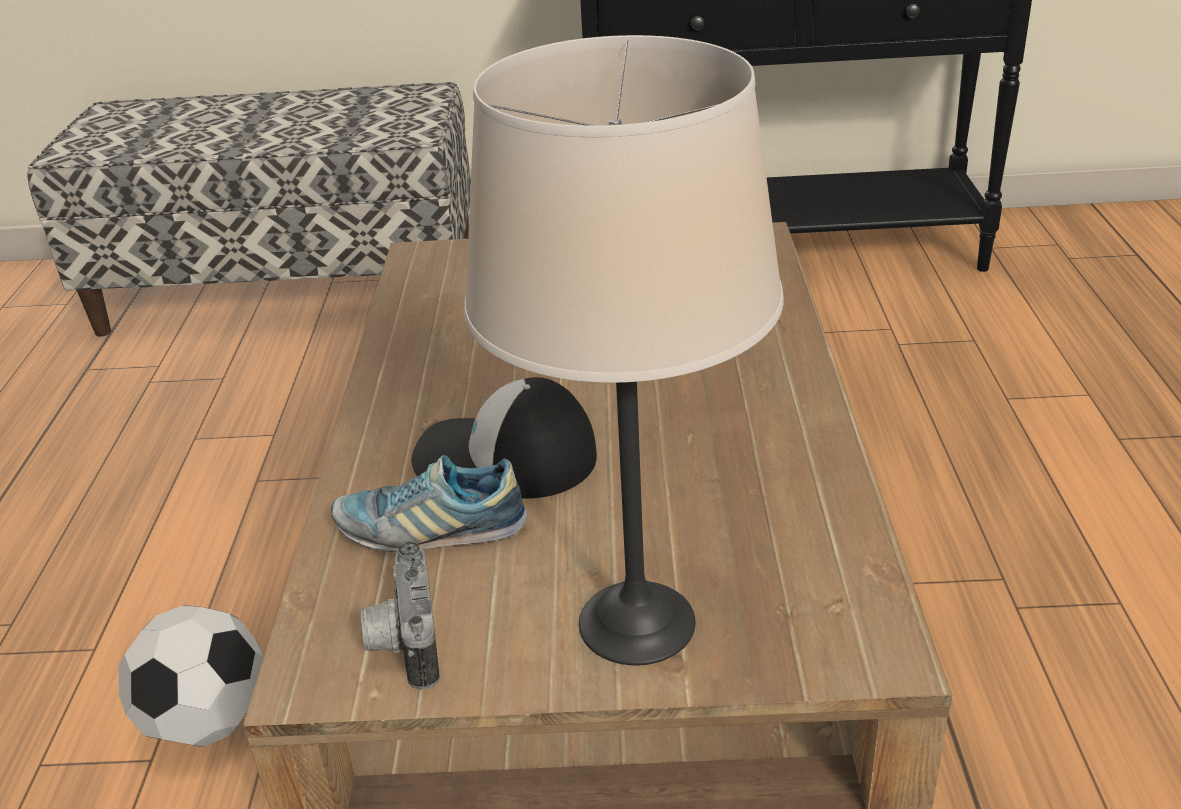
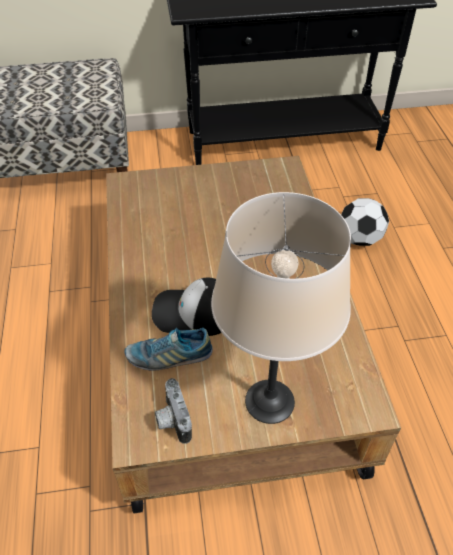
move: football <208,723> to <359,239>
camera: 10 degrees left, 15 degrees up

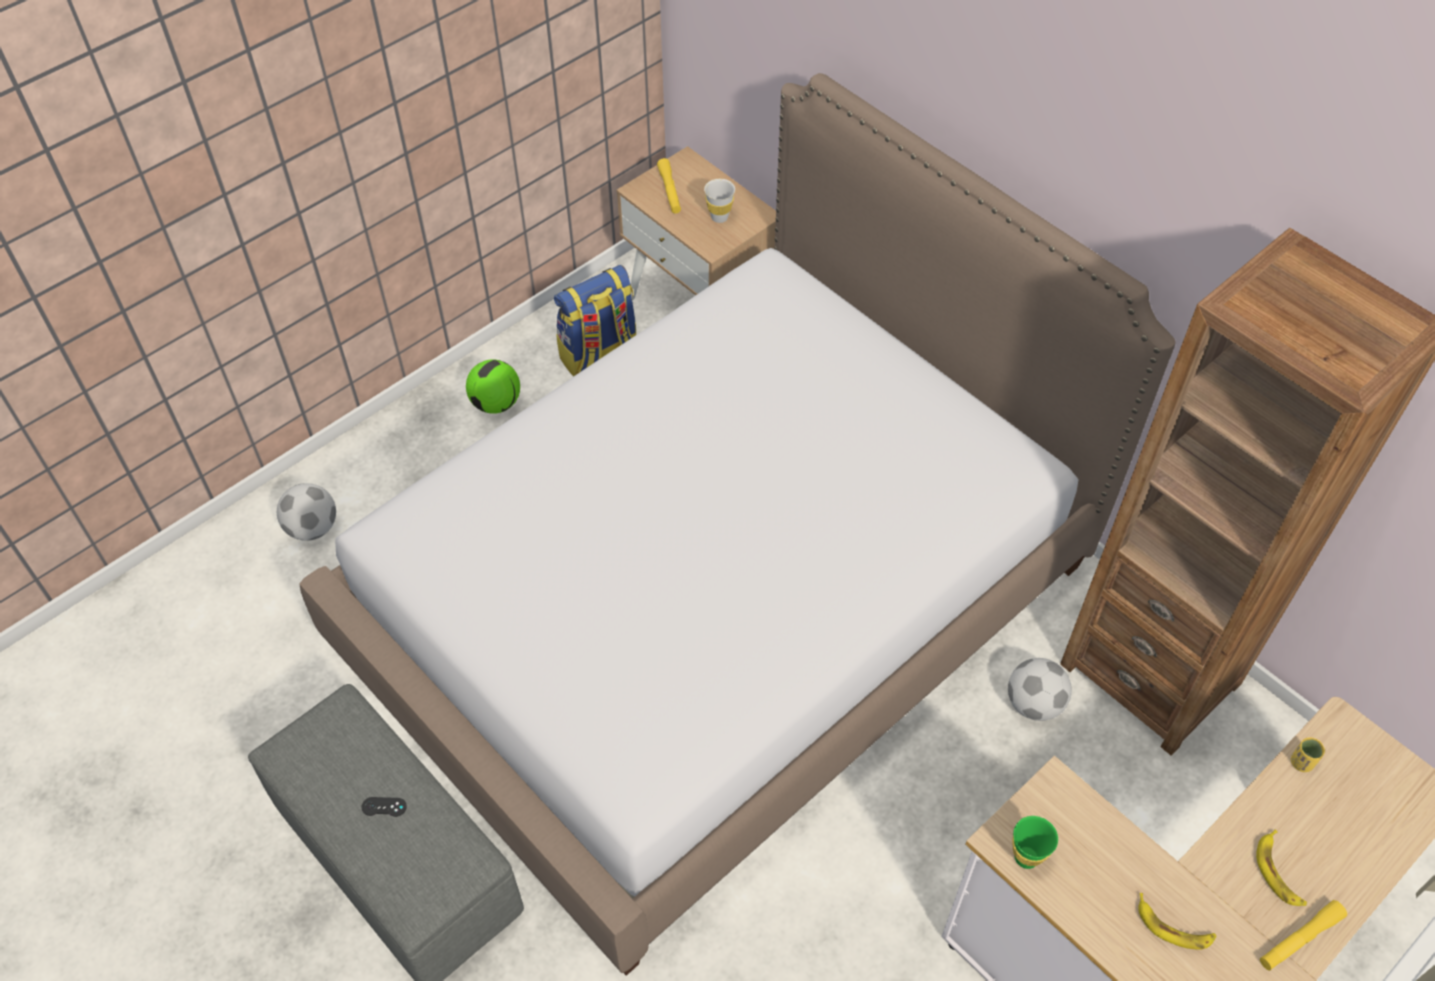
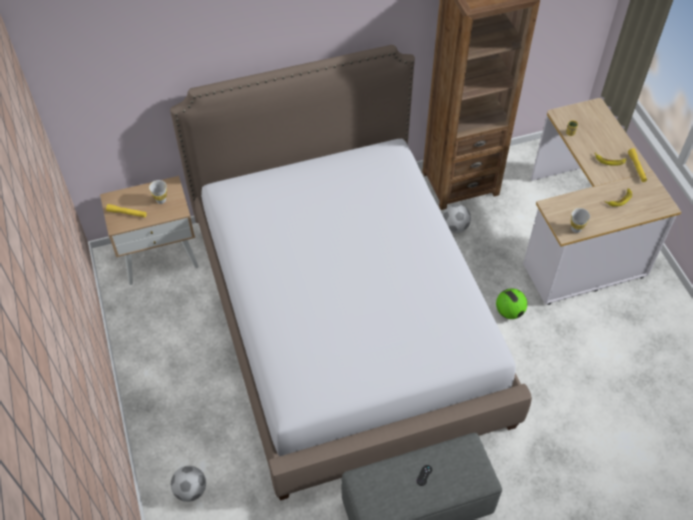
delete: backpack <599,358>
move: football <496,403> to <509,312>
recolor: cup (green) <1026,857> to cup (white) <576,229>
camera: 65 degrees left, 0 degrees up

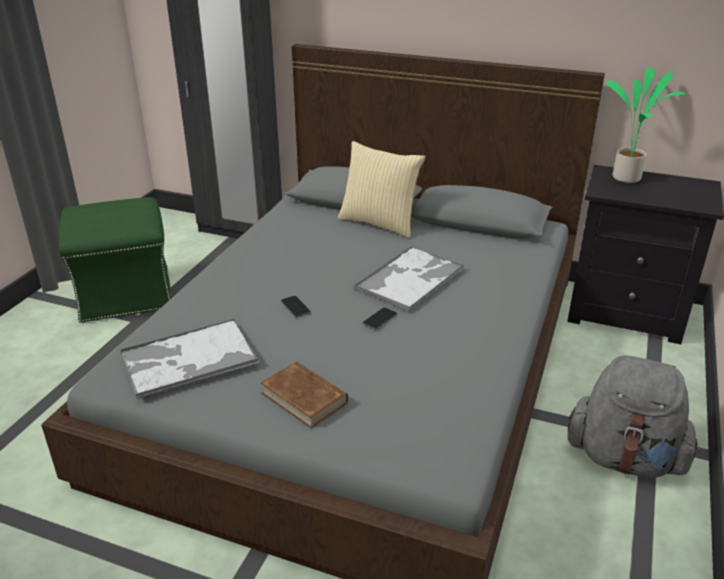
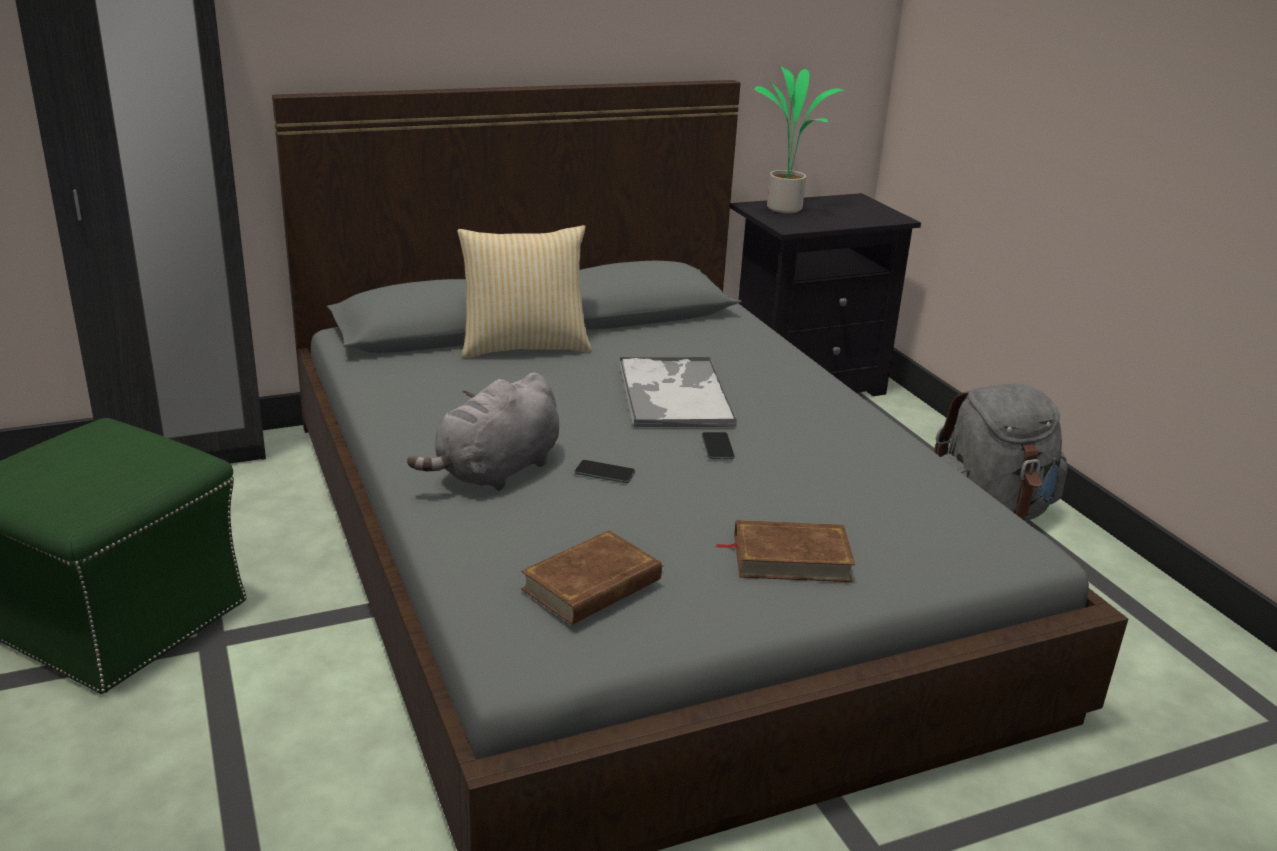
insert: plush toy (grey) <495,472>
replace: tray <188,359> to book (brown) <593,585>
camera: 45 degrees left, 5 degrees down

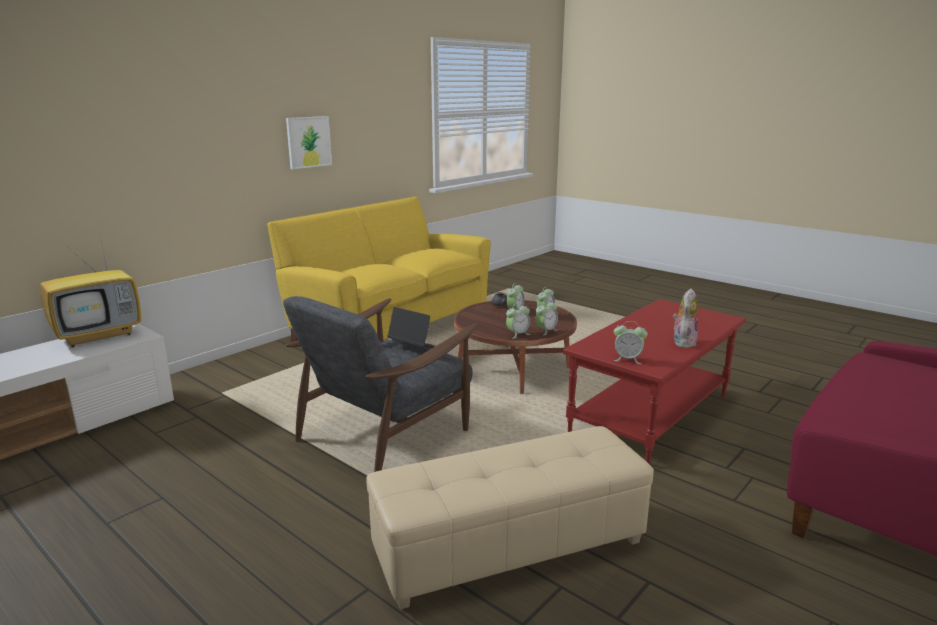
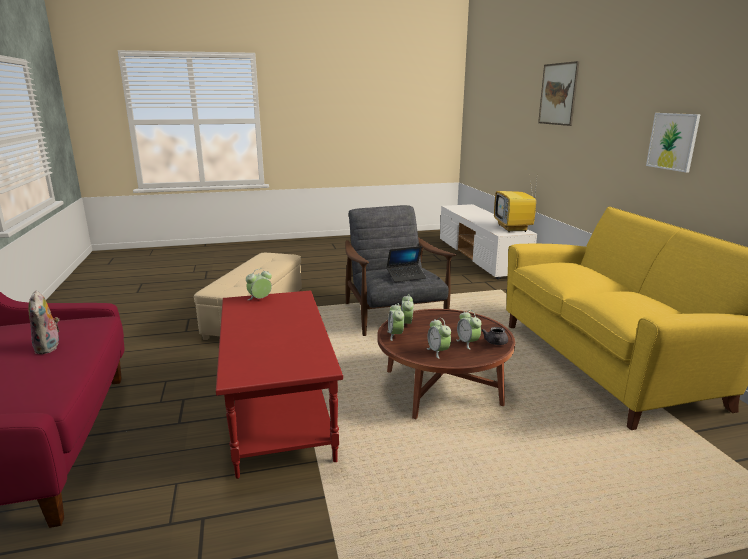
insert: picture <558,94>
move: plush toy <683,342> to <49,348>
camera: 125 degrees right, 0 degrees up

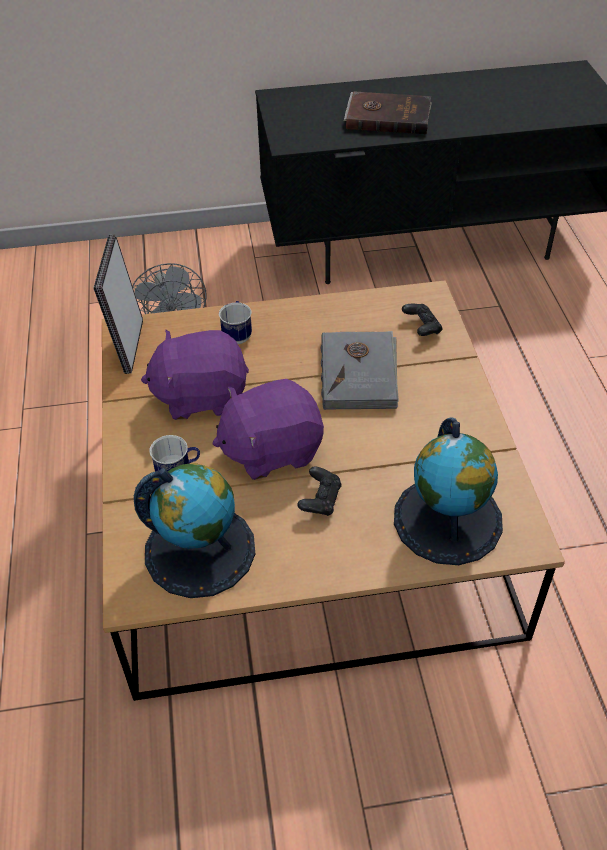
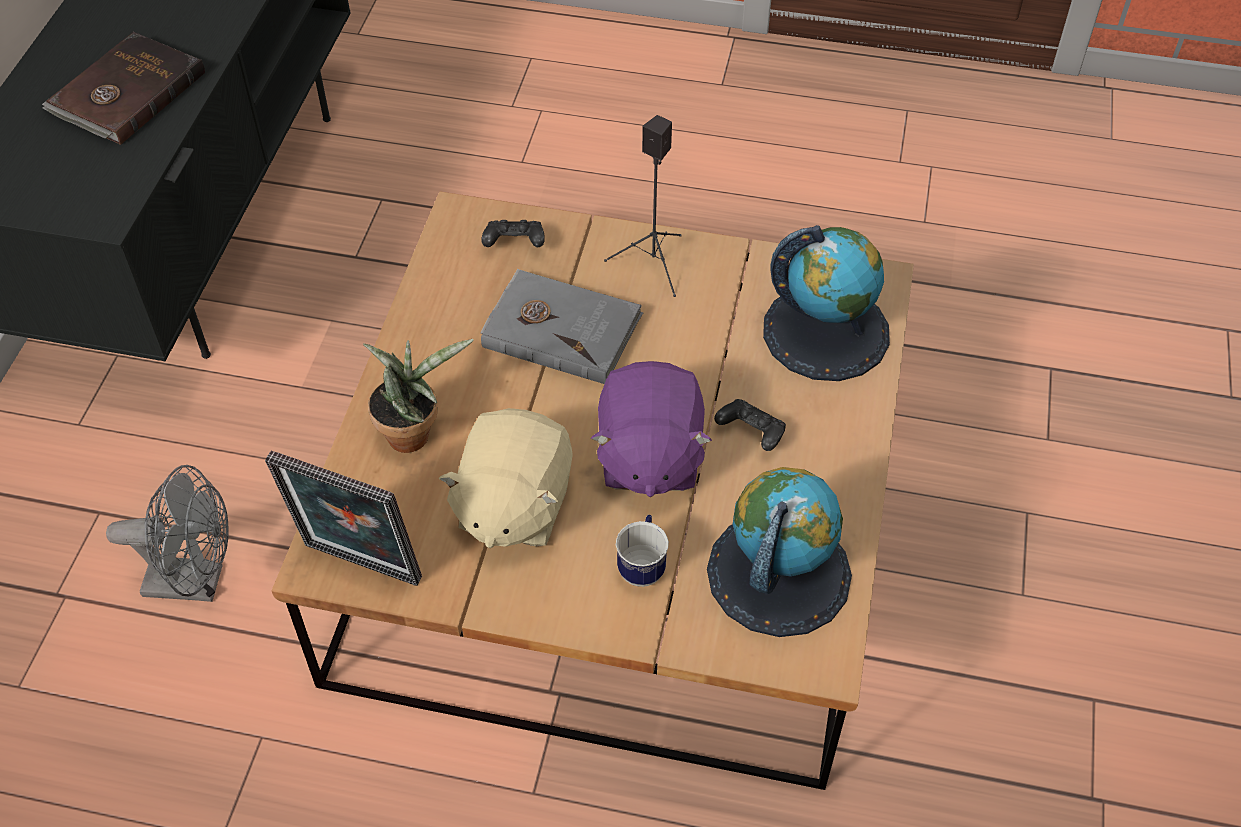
insert: speaker (black) <654,264>
replace: mug <237,335> to potted plant <413,432>
recolor: plush toy (purple) <201,396> to plush toy (beige) <512,505>
camera: 70 degrees left, 5 degrees up

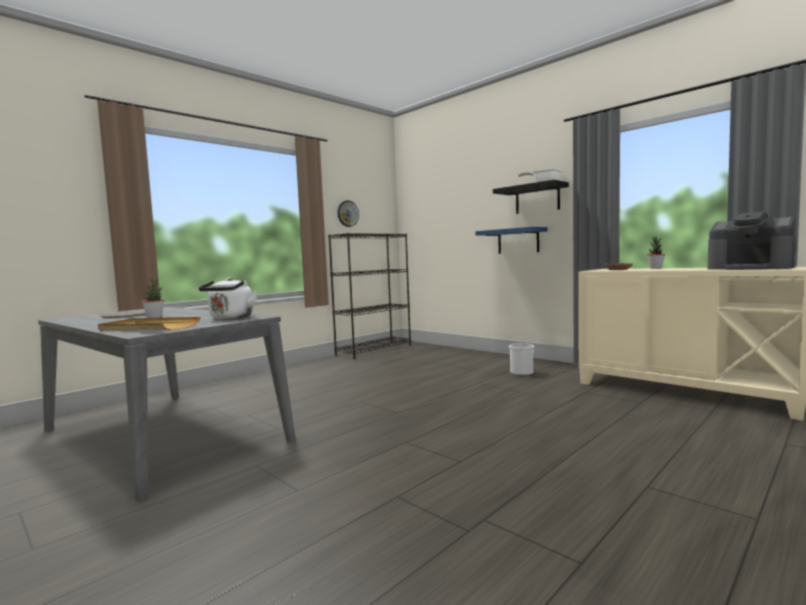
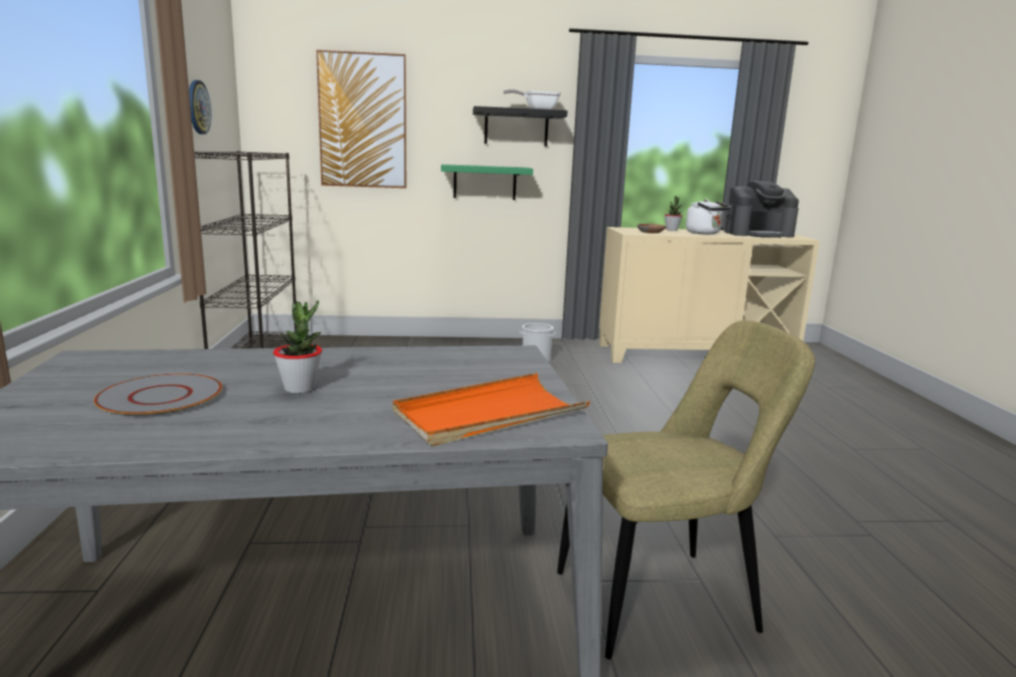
insert: picture <363,121>; chair (beige) <664,600>
move: kettle (white) <230,318> to <705,233>
recolor: tray (beige) <149,328> to tray (orange) <489,415>; shelf (blue) <518,241> to shelf (green) <485,182>
camera: 50 degrees left, 10 degrees up

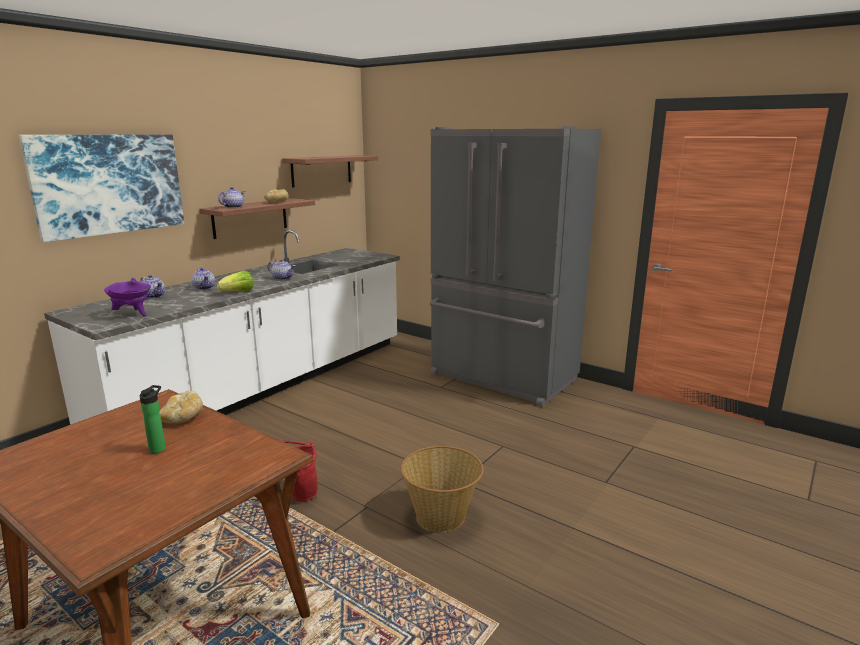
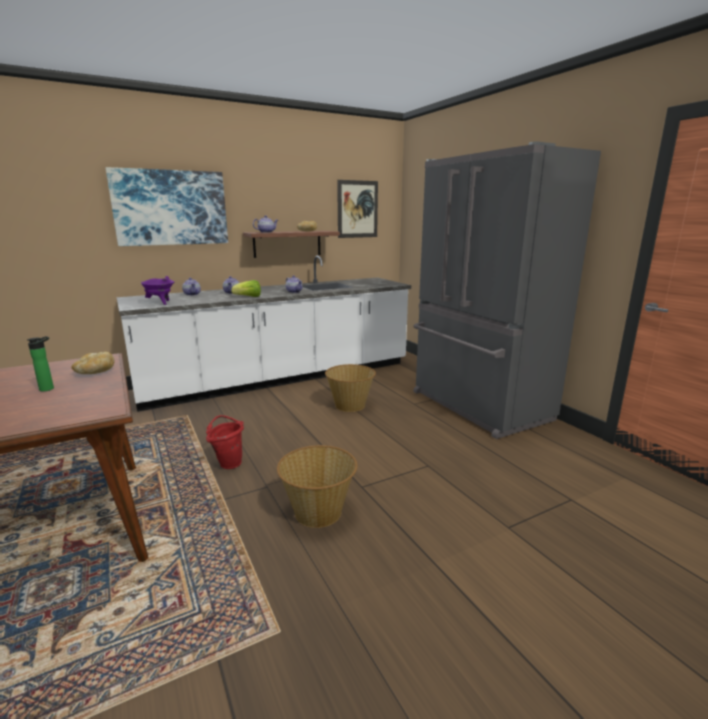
insert: basket <350,405>
replace: shelf <321,170> to picture <357,209>
camera: 25 degrees right, 0 degrees up

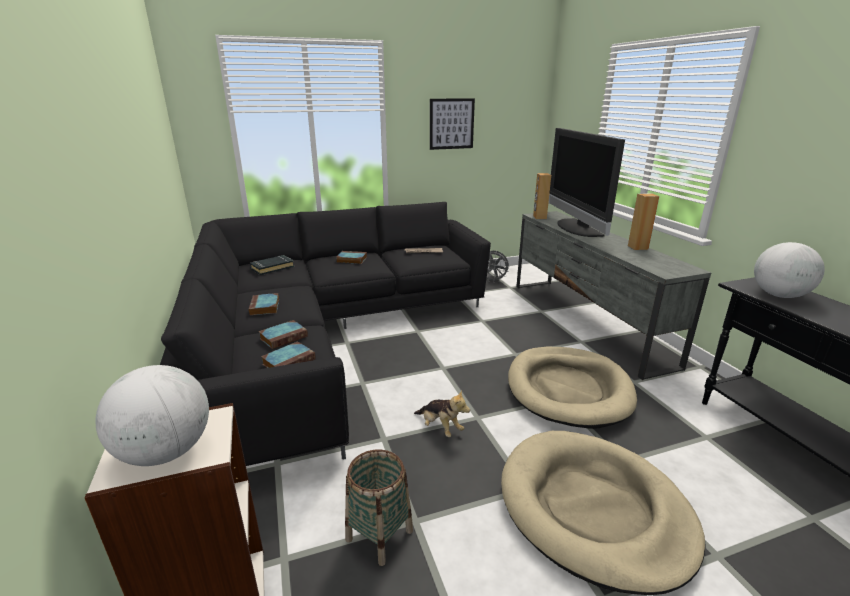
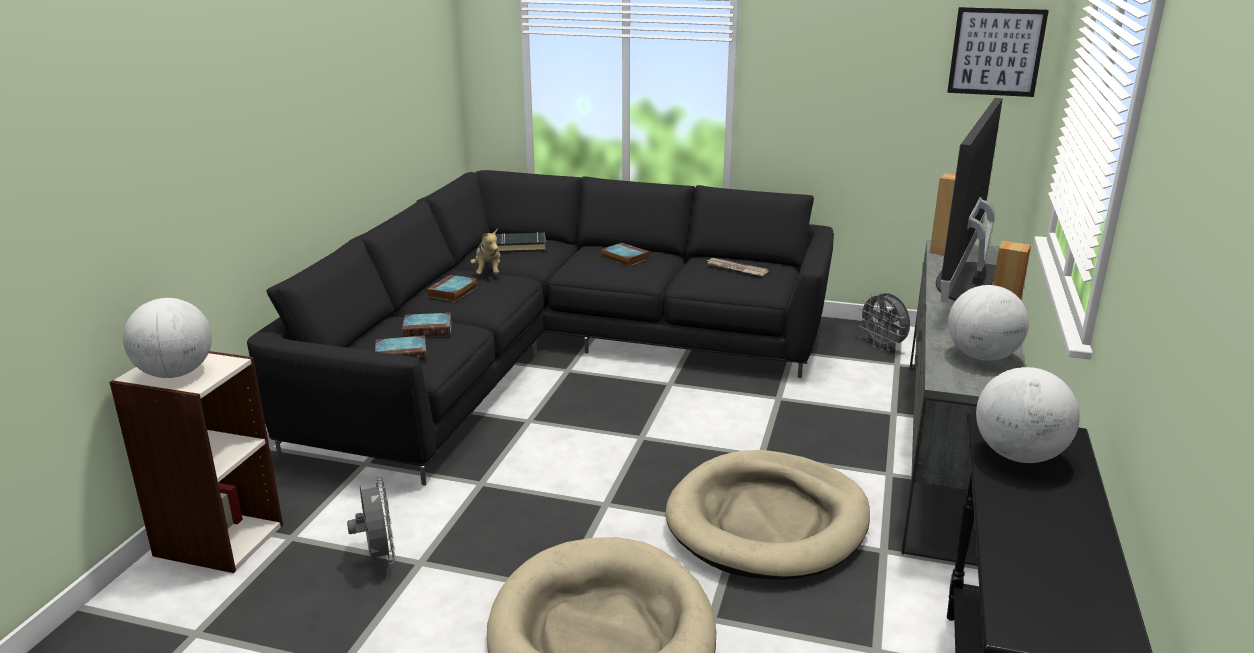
insert: globe <982,356>
move: plush toy <440,427> to <488,272>; picture <451,124> to <996,52>
replace: basket <379,535> to fan (grey) <378,557>
camera: 35 degrees right, 0 degrees up

